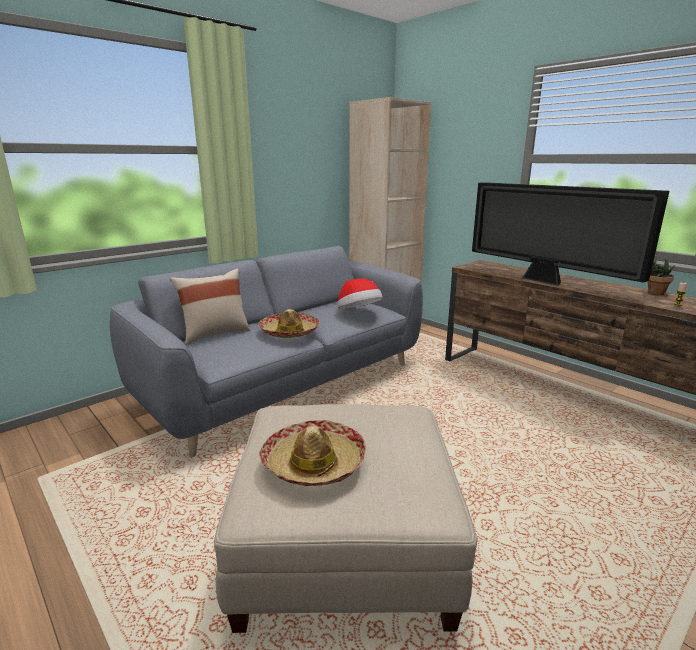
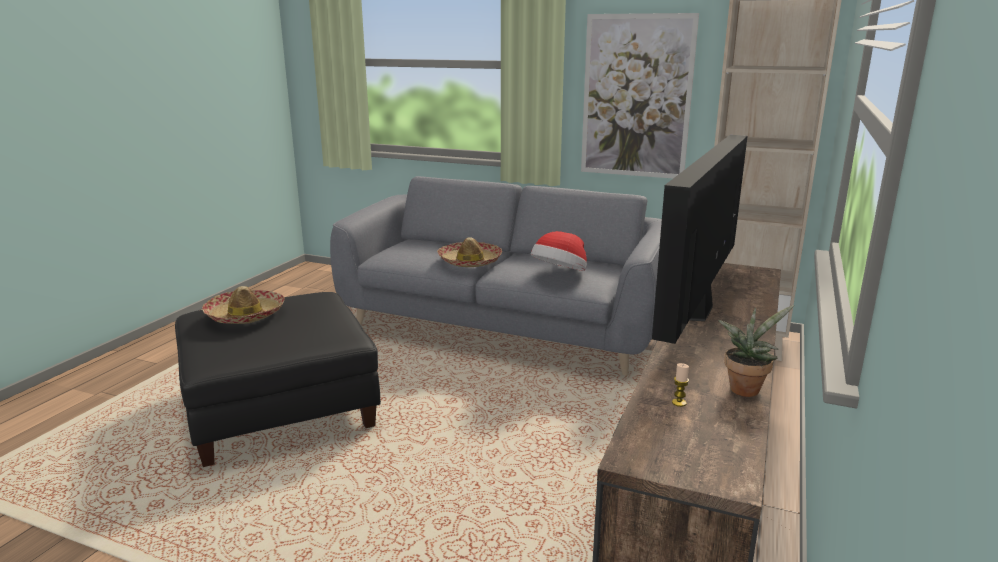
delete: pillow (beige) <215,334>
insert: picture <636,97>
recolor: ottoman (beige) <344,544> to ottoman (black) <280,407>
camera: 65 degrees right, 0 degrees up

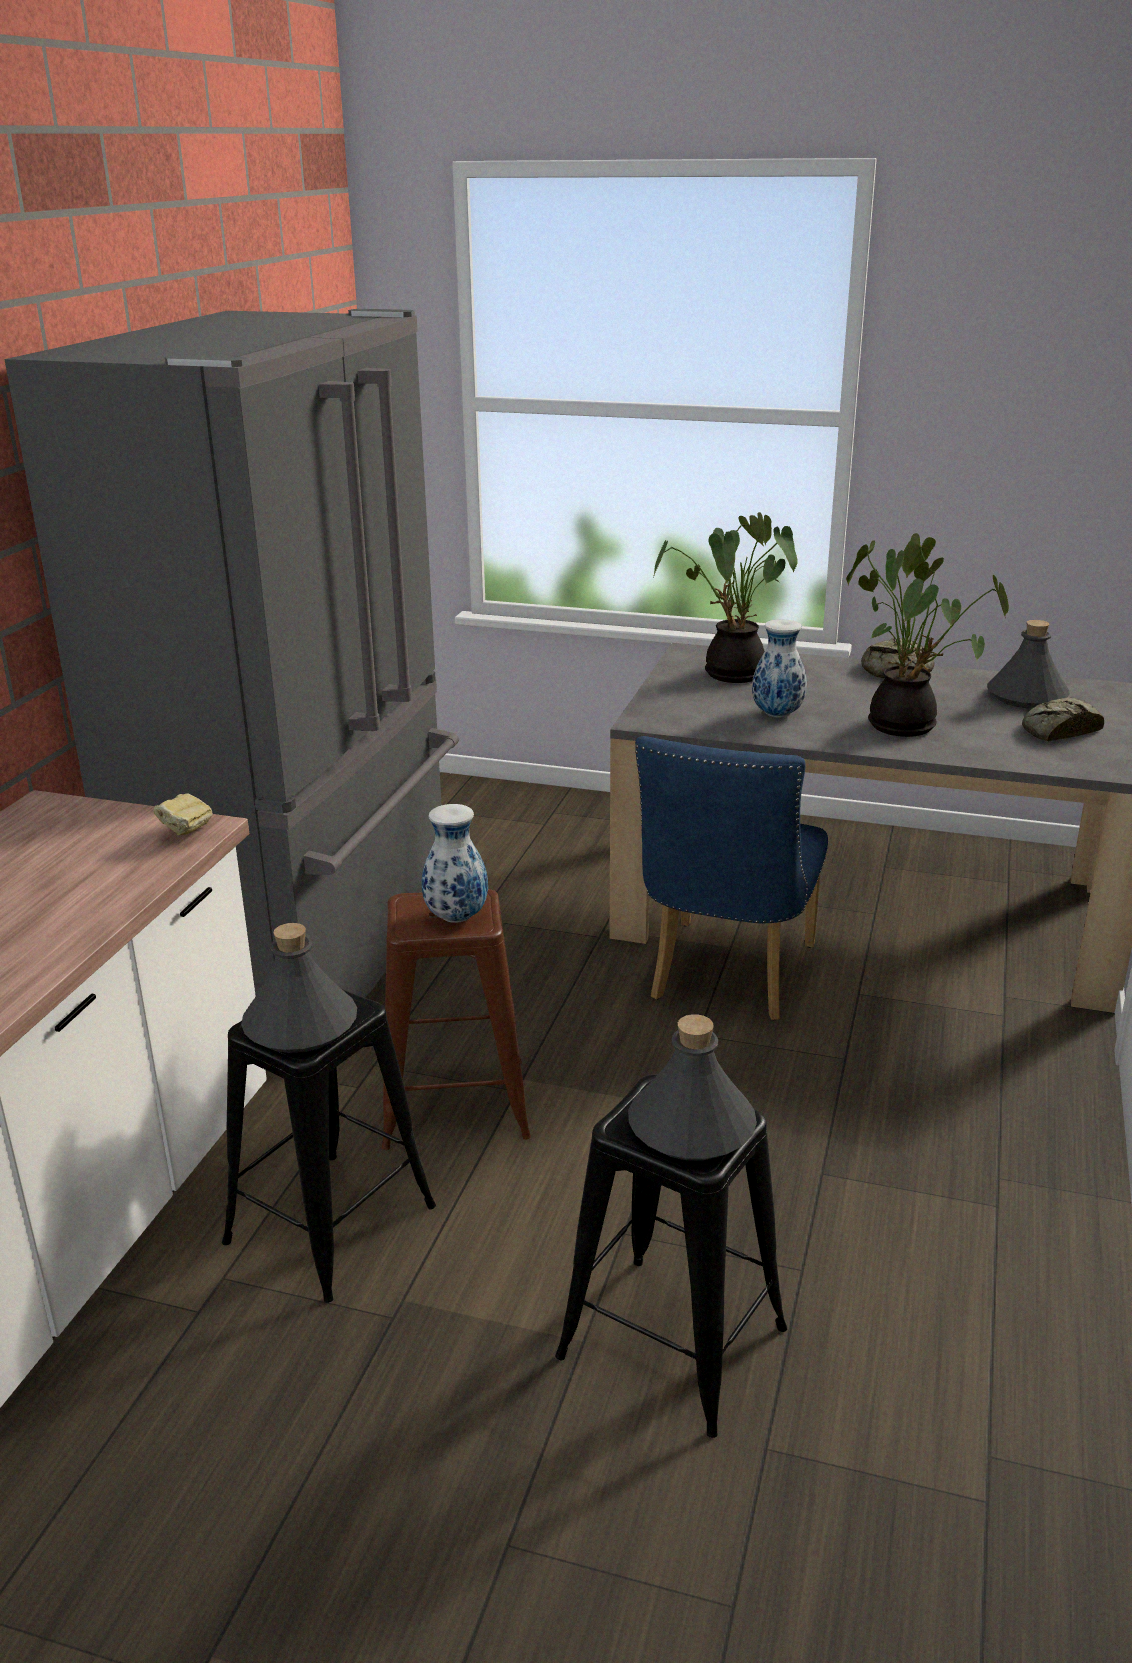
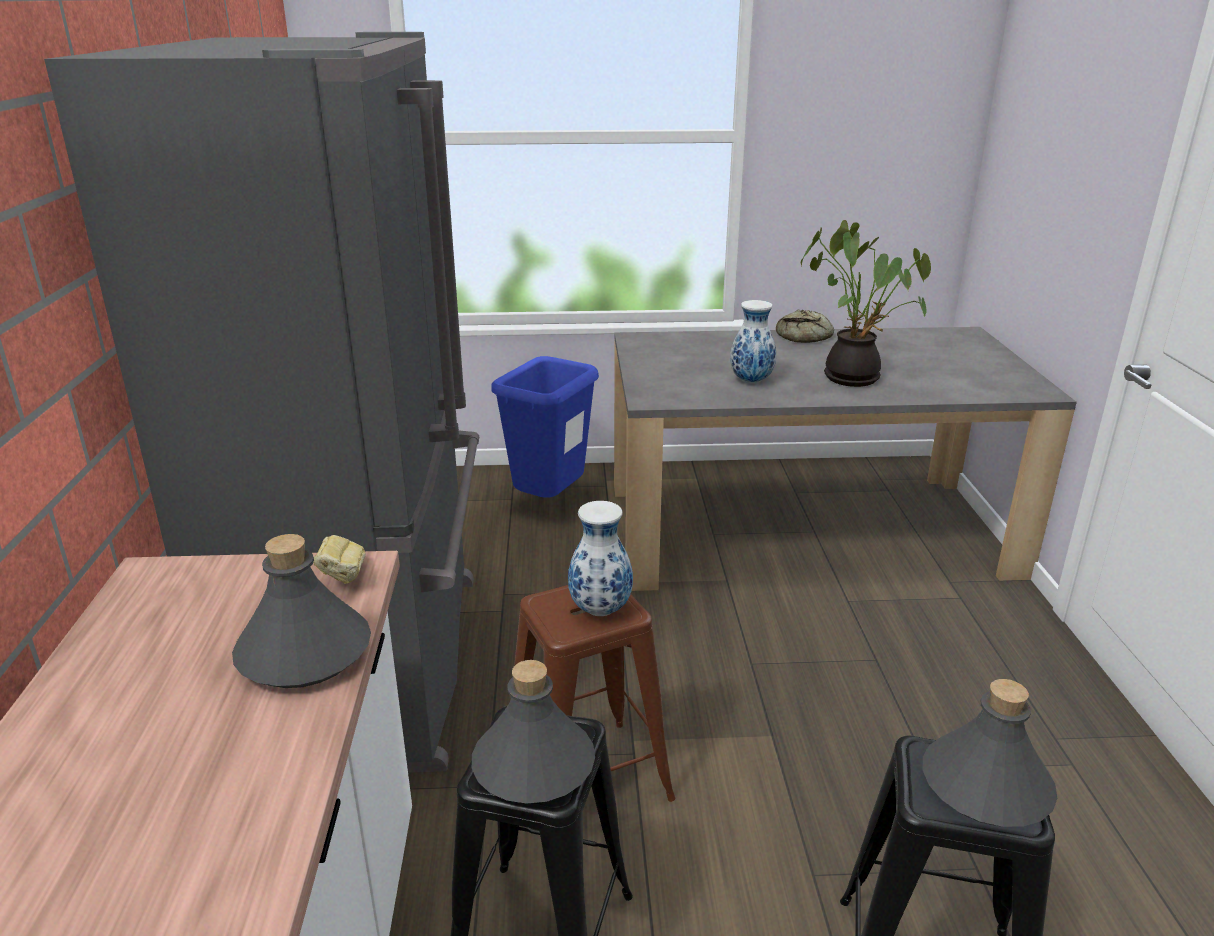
delete: chair (blue) <725,978>; potted plant <729,674>; bread <1058,730>
insert: trash can (blue) <549,502>
move: bottle (grey) <1027,697> to <305,654>
camera: 20 degrees left, 0 degrees up

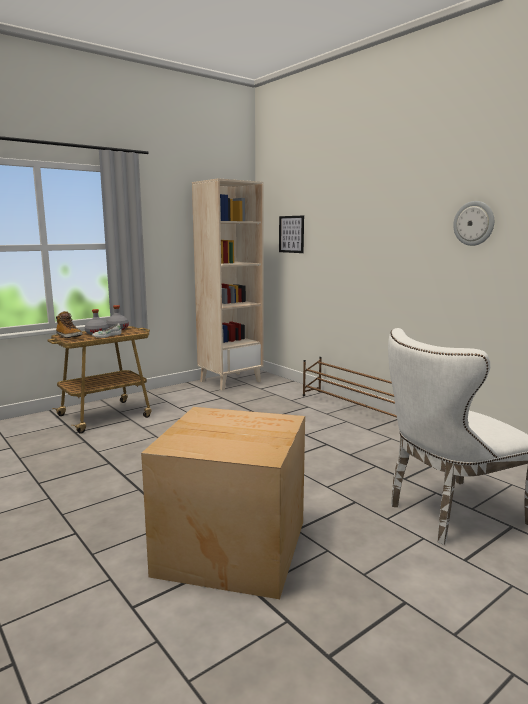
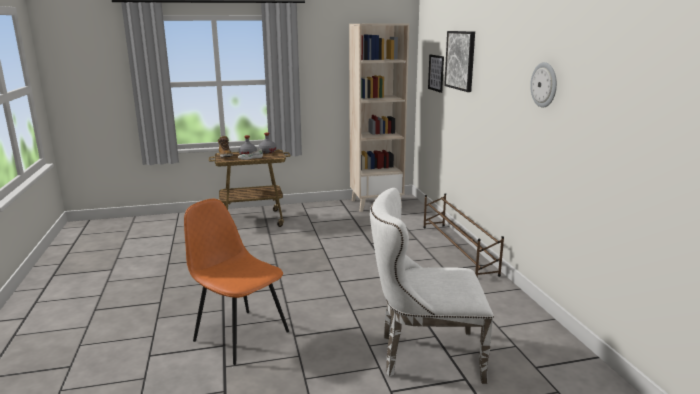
insert: picture <460,60>
replace: cardboard box <231,546> to chair (orange) <240,335>
camera: 25 degrees right, 5 degrees up

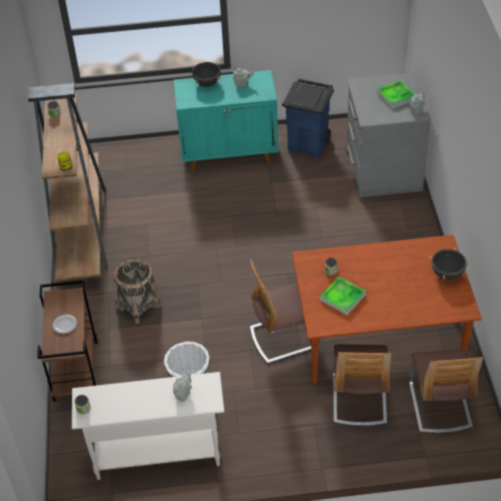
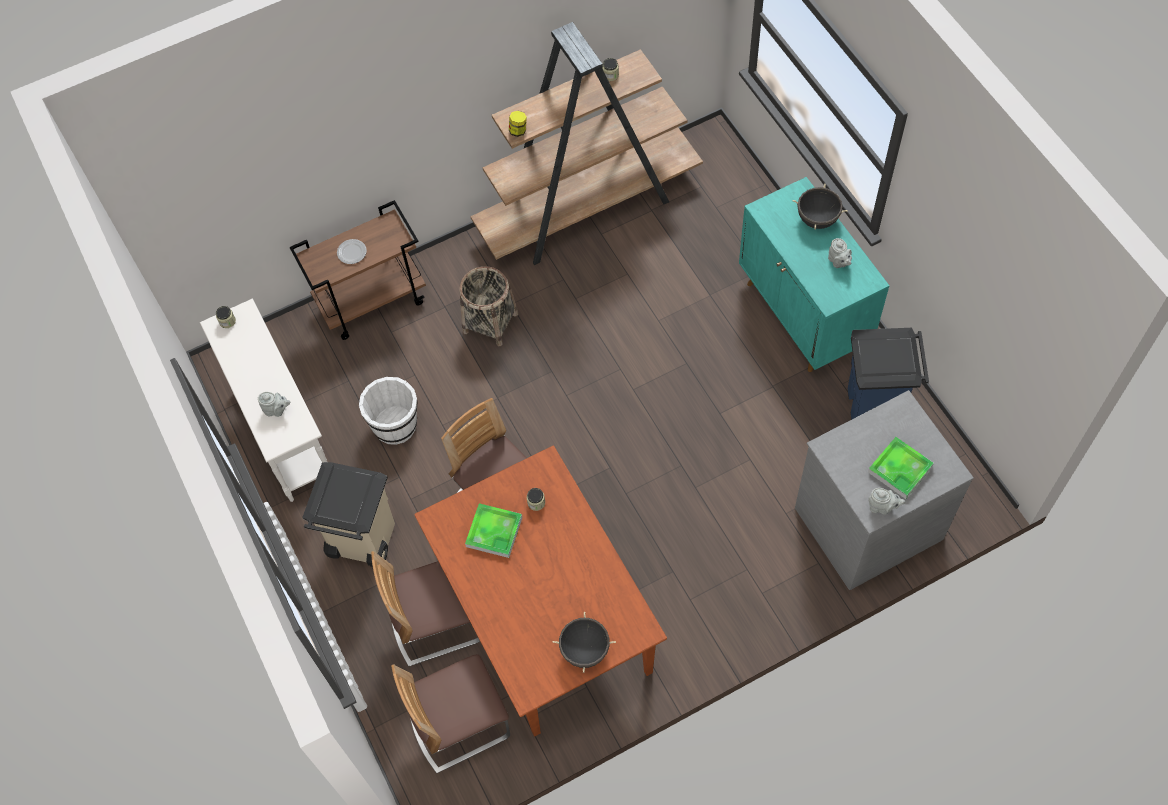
insert: trash can (beige) <361,540>
camera: 70 degrees right, 15 degrees up

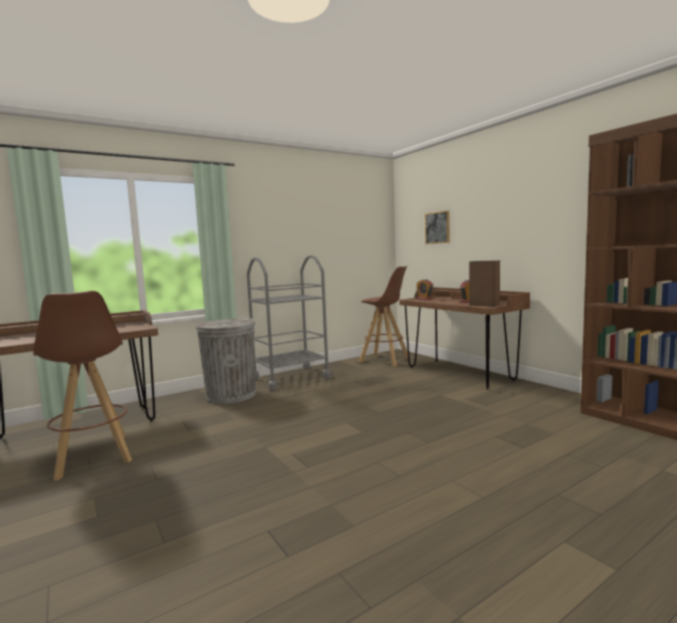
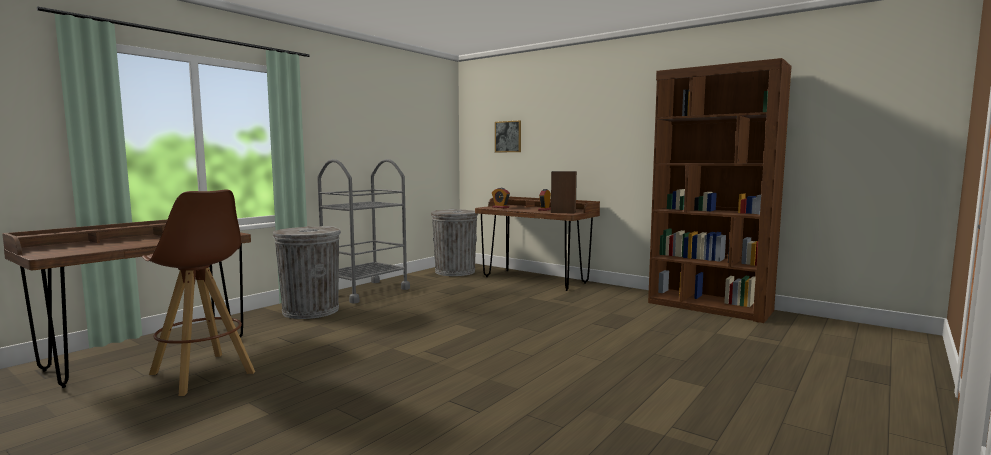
replace: stool (brown) <385,360> to trash can (grey) <455,271>
camera: 20 degrees left, 0 degrees up

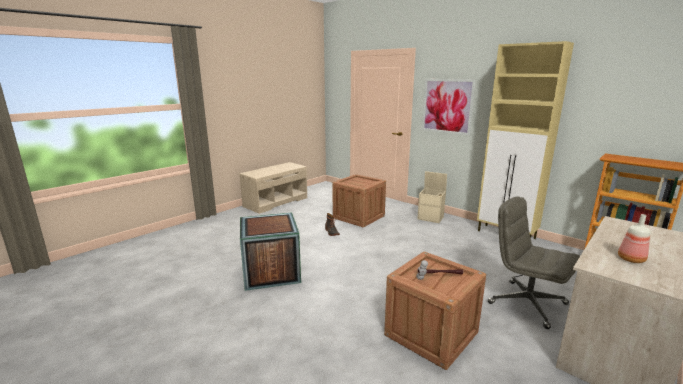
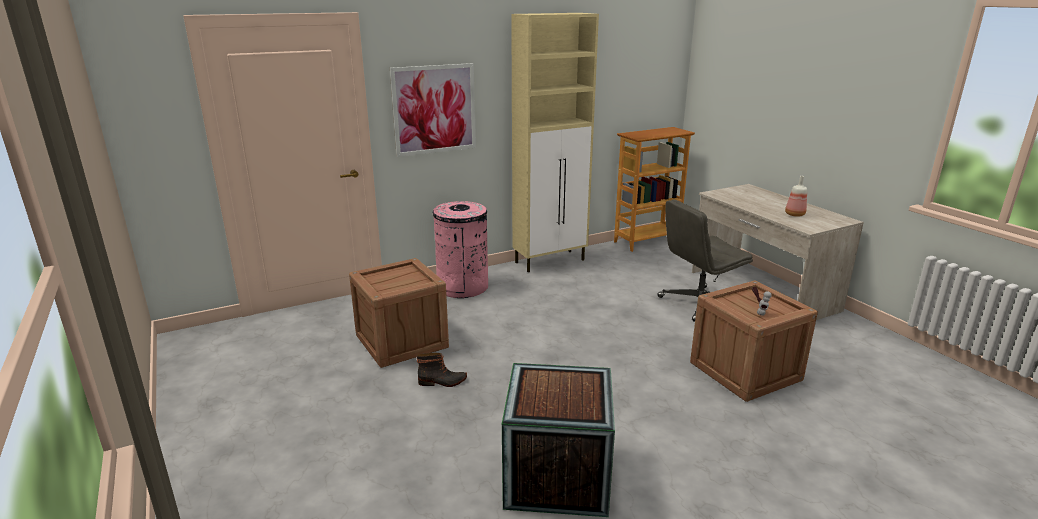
delete: bench (beige) <276,202>
replace: storage box (beige) <431,218> to trash can (pink) <462,287>
camera: 70 degrees left, 5 degrees up

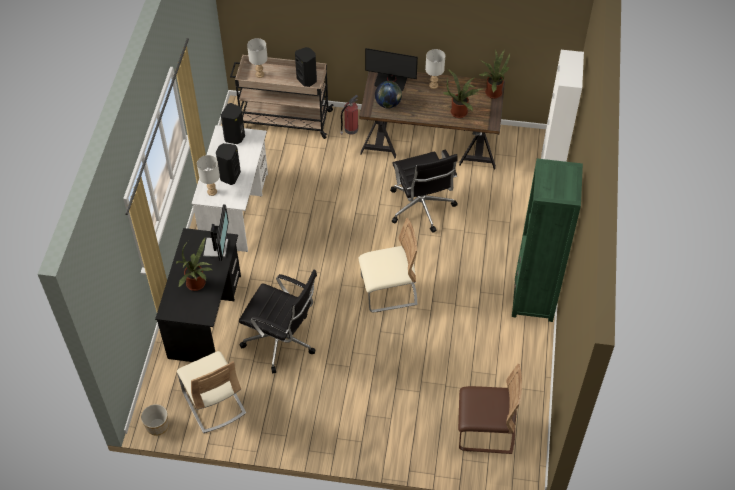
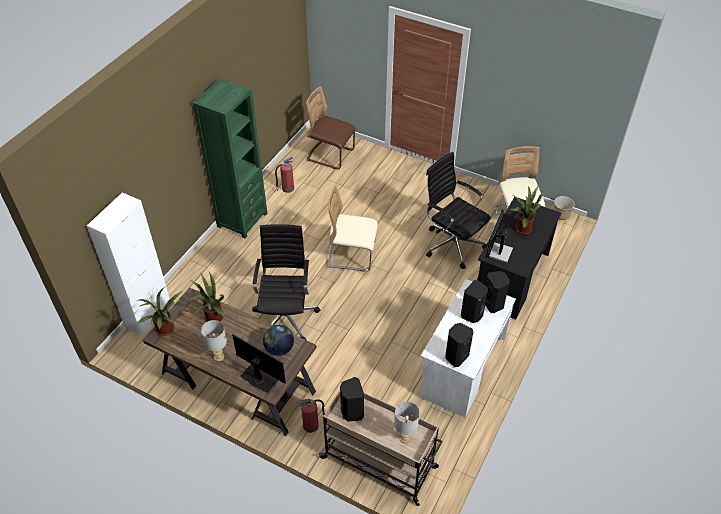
insert: fire extinguisher <287,188>
replace: table lamp (grey) <211,192> to speaker (black) <493,304>
camera: 160 degrees left, 5 degrees down

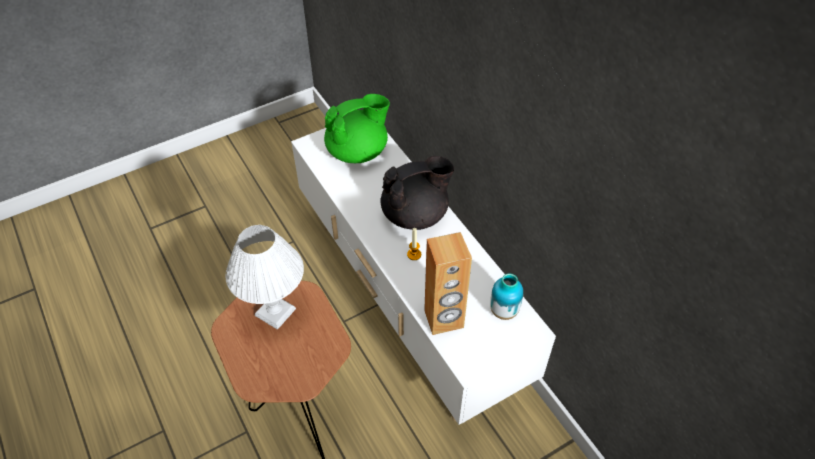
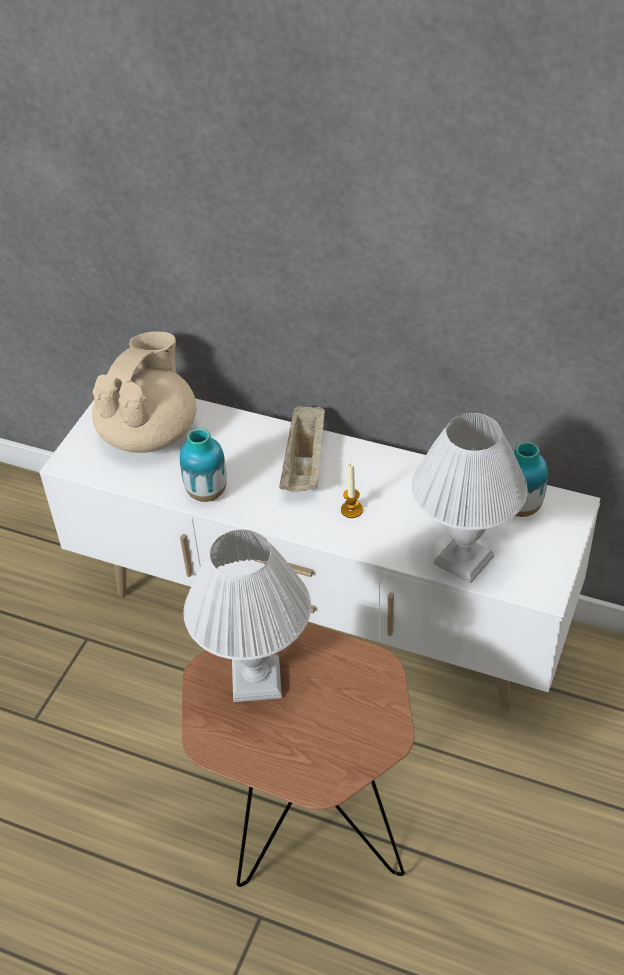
insert: vase <207,493>
replace: teapot (black) <416,214> to tray (beige) <305,464>; speaker (brown) <444,319> to table lamp (white) <463,559>
recolor: teapot (green) <358,151> to teapot (beige) <150,433>
camera: 35 degrees left, 5 degrees down

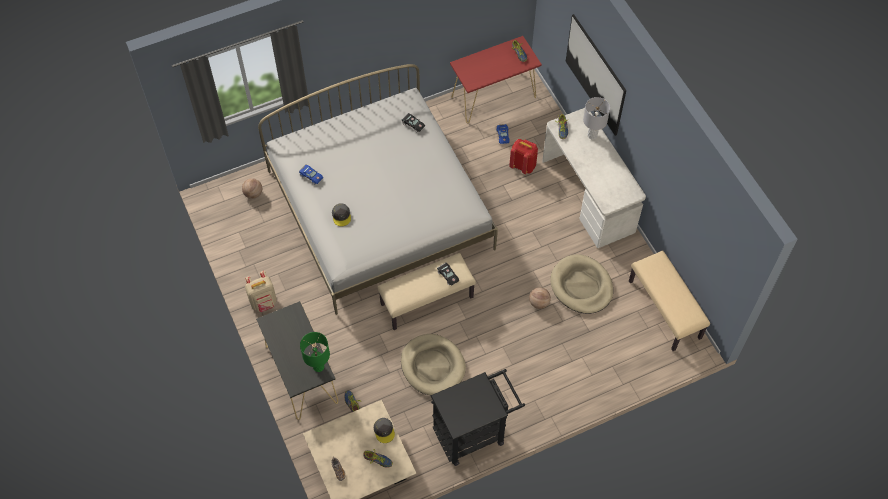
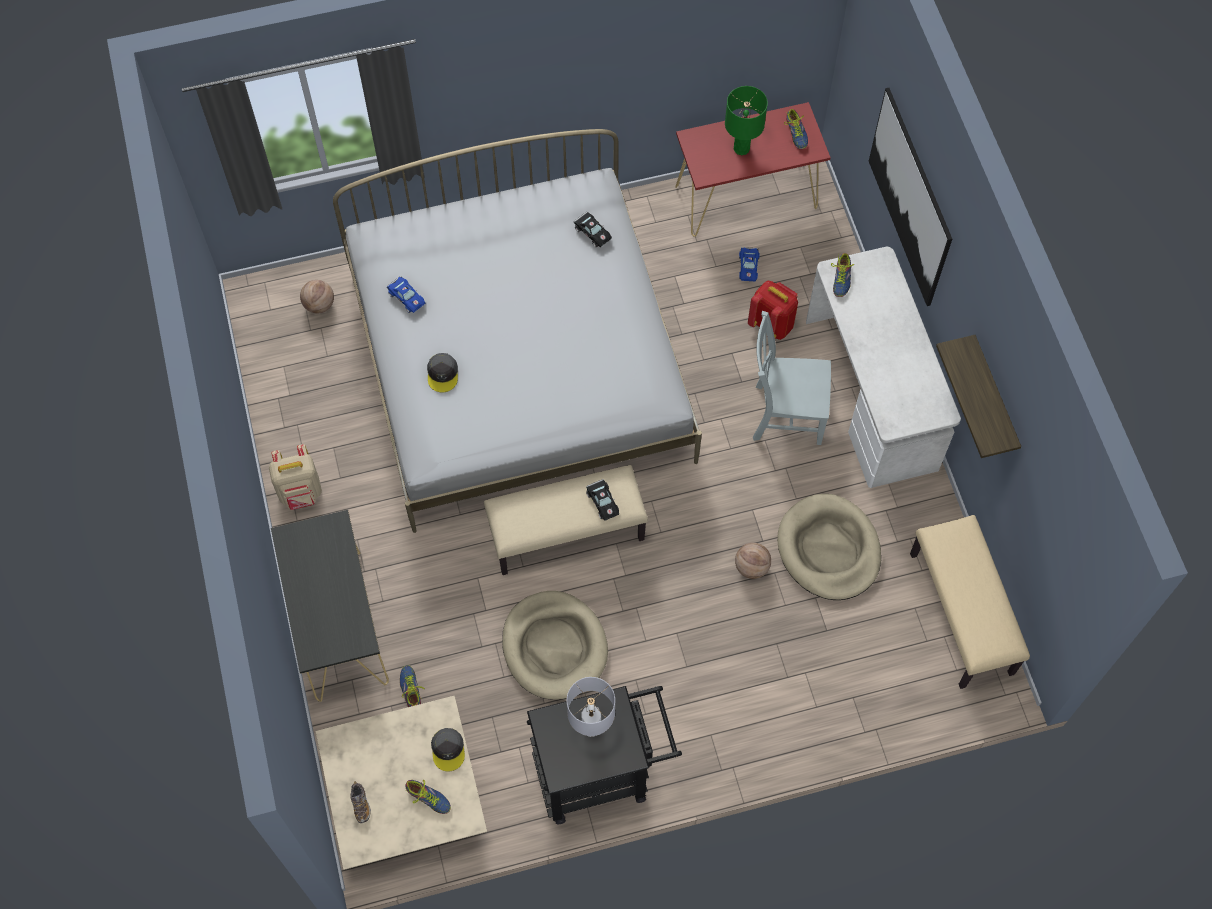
insert: chair (grey) <784,414>; shelf <994,398>
move: table lamp (green) <318,367> to <741,149>; table lamp (grey) <592,135> to <591,727>
camera: 10 degrees right, 5 degrees up

